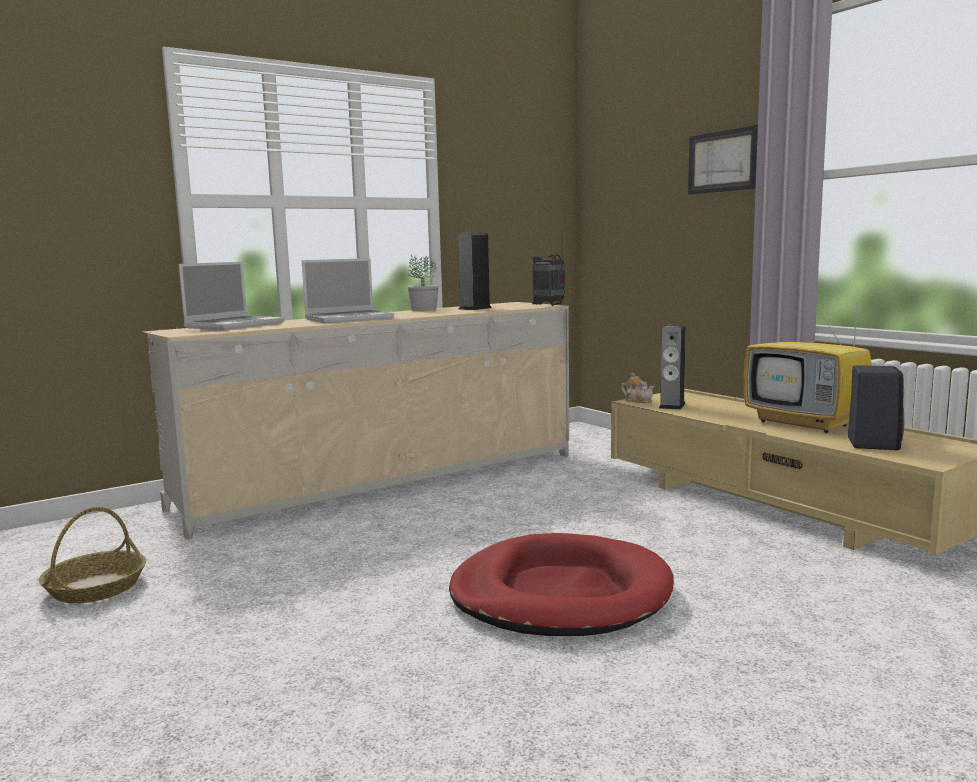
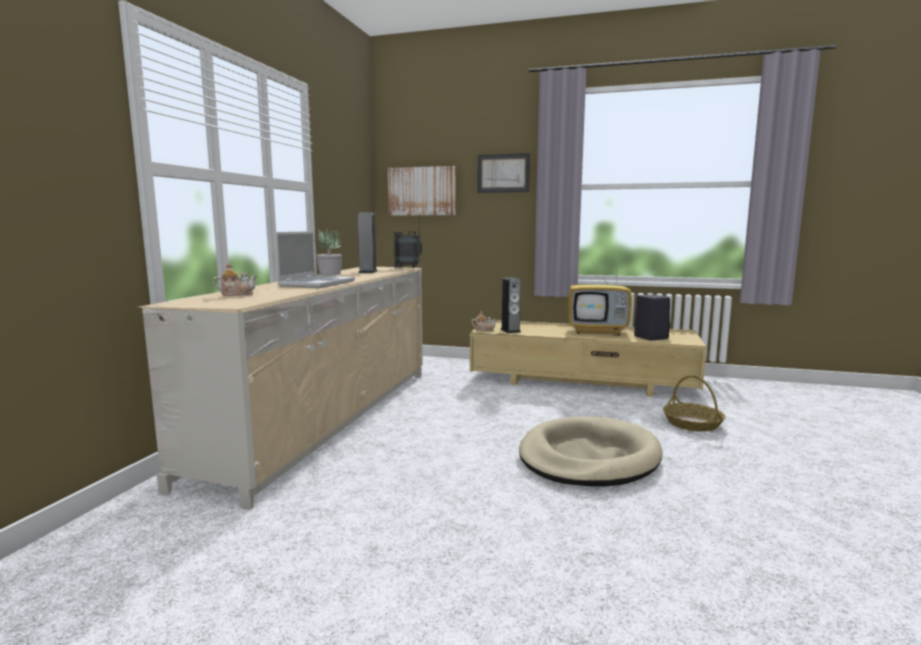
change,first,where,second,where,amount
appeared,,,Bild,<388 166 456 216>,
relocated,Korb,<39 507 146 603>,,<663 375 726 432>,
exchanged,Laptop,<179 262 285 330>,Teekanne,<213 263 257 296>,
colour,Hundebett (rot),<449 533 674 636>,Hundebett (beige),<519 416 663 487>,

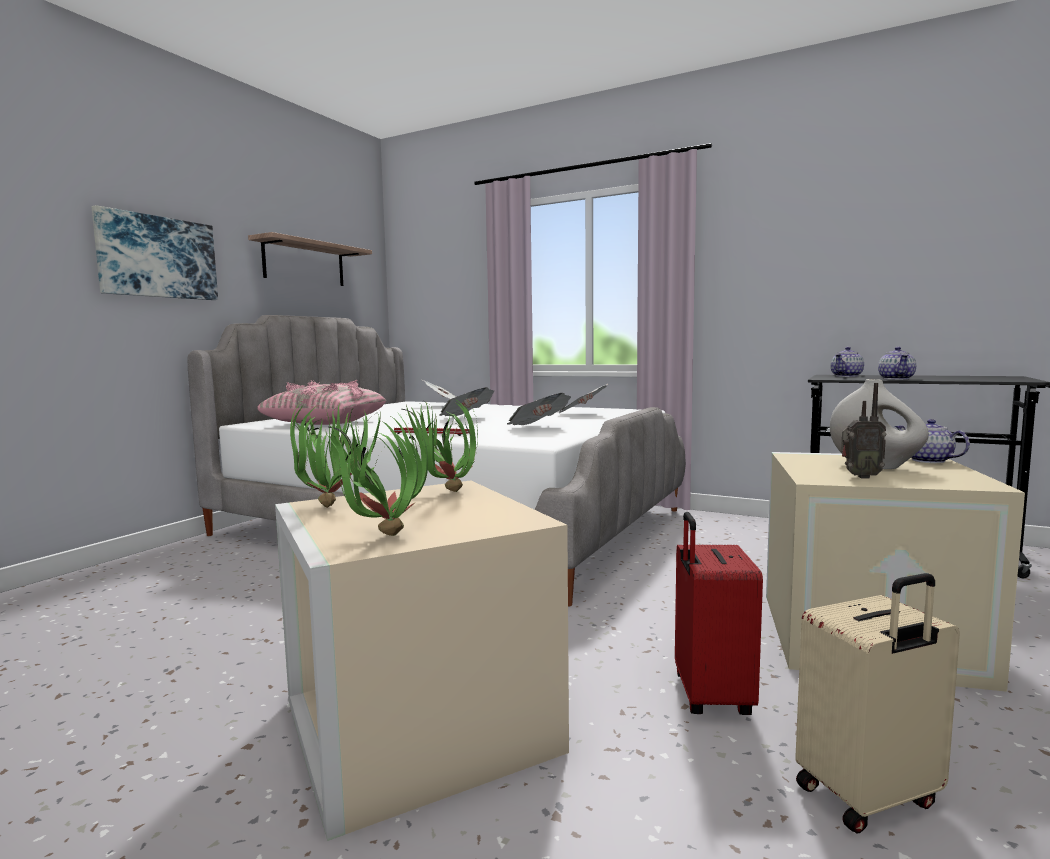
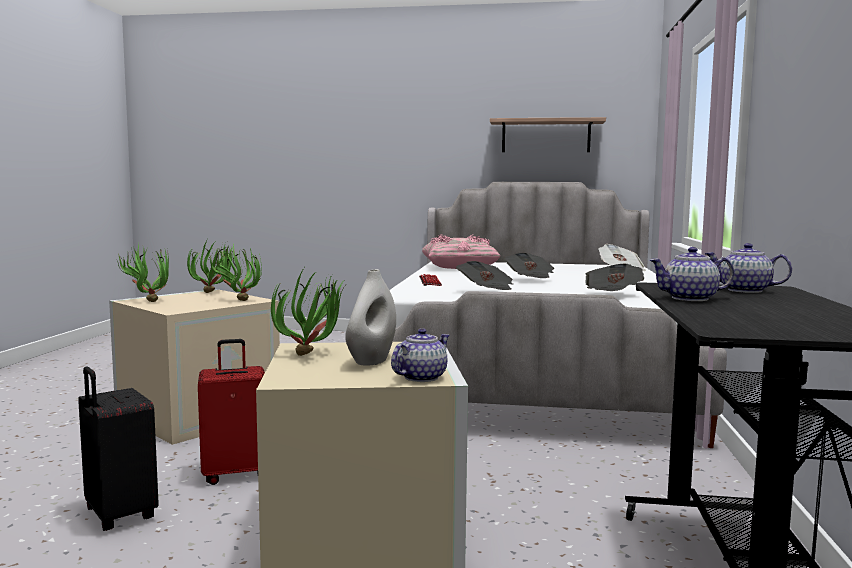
change,first,where,second,where,amount
missing,Bild,<92 205 218 300>,,,
exchanged,Radio,<841 383 887 479>,Topfpflanze,<271 268 345 356>,
colour,Koffer (beige),<795 573 960 833>,Koffer (schwarz),<78 366 159 531>,

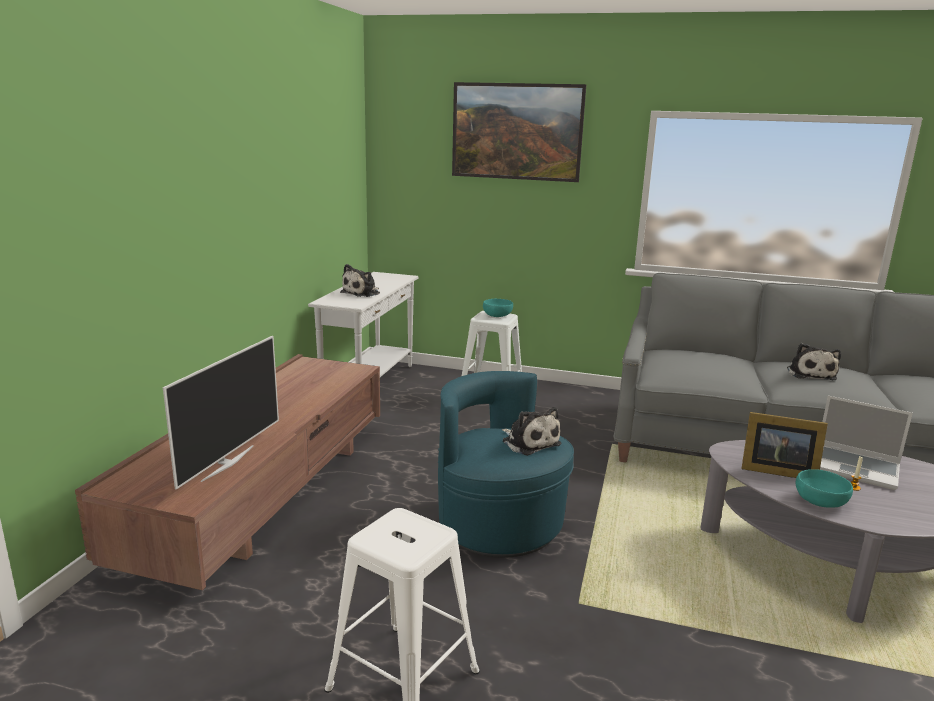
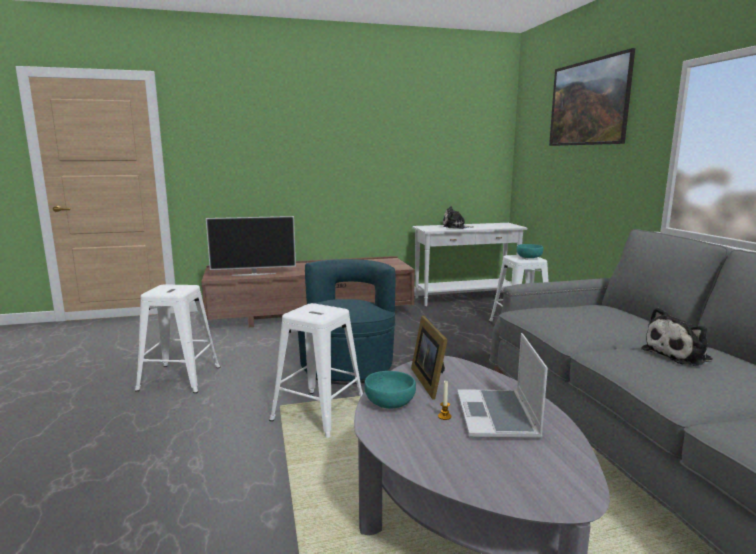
change,first,where,second,where,amount
missing,Plüschtier,<502 407 561 456>,,,
appeared,,,Hocker (weiß),<269 303 363 438>,

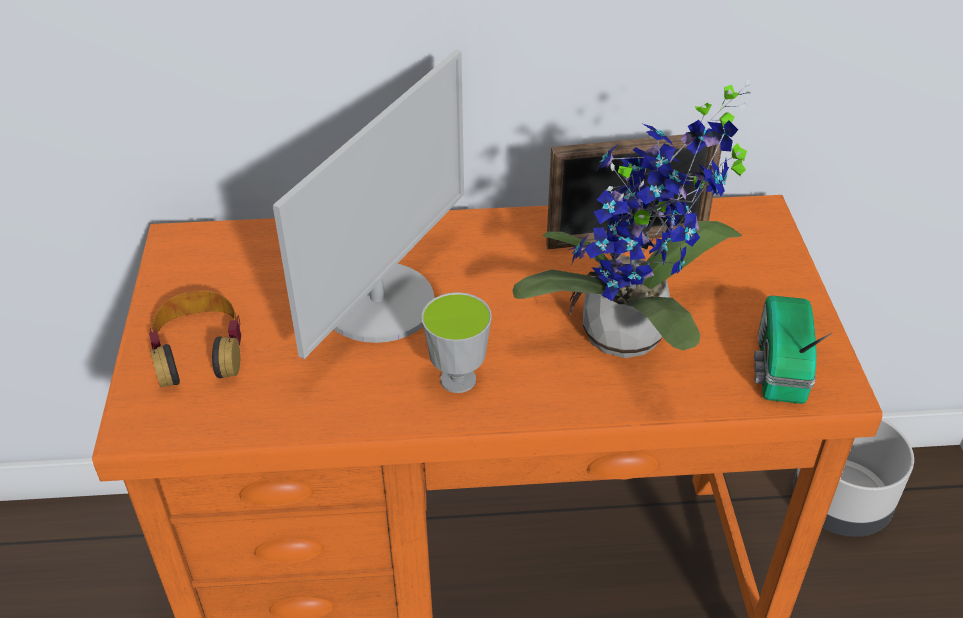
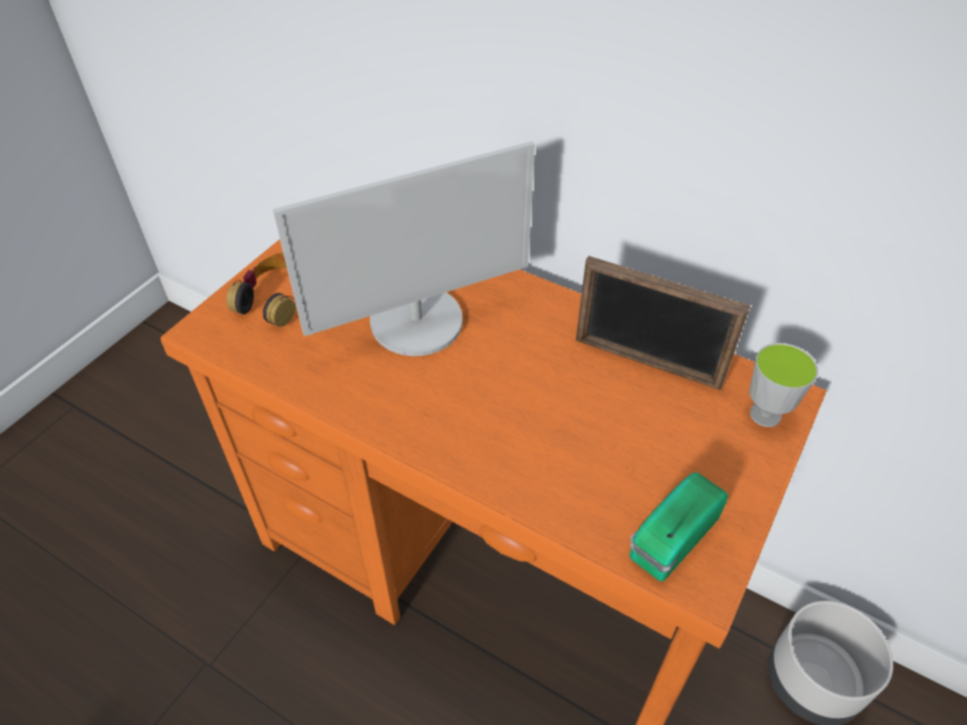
change,first,where,second,where,amount
missing,Topfpflanze,<512 79 752 358>,,,
relocated,Tasse,<421 292 492 393>,,<749 343 818 427>,

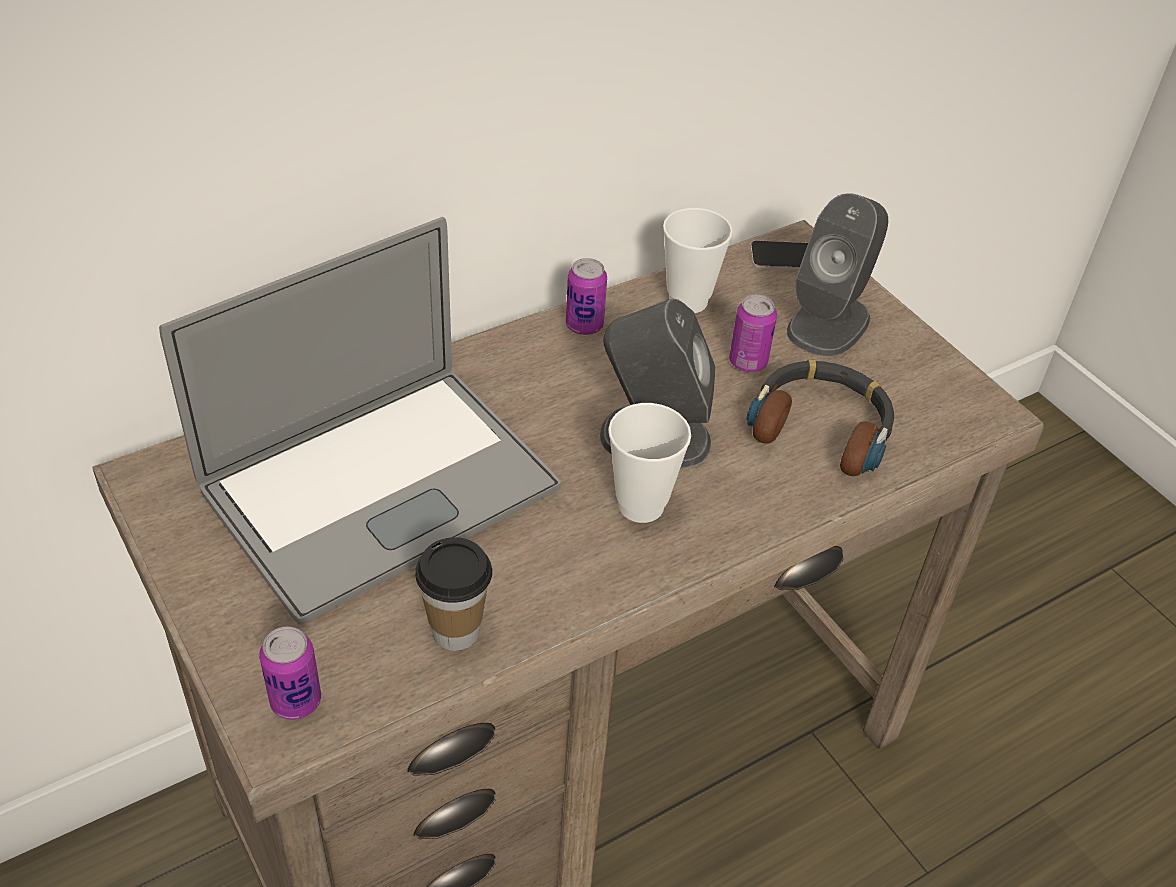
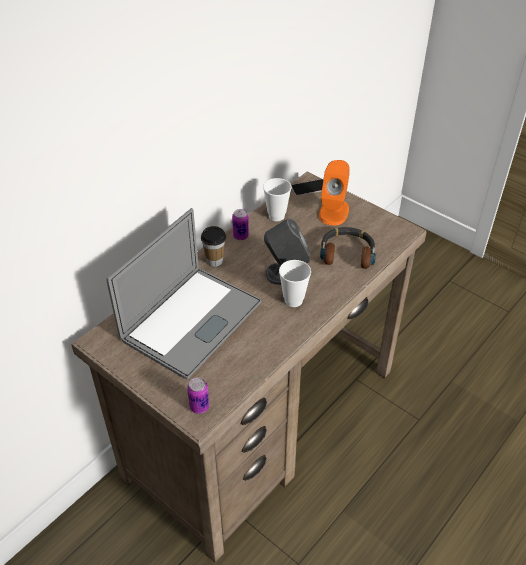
change,first,where,second,where,amount
missing,Dose,<729 295 777 372>,,,
relocated,Tasse,<415 537 492 651>,,<201 226 226 267>,
colour,Lautsprecher (grau),<787 193 888 357>,Lautsprecher (orange),<319 160 350 225>,

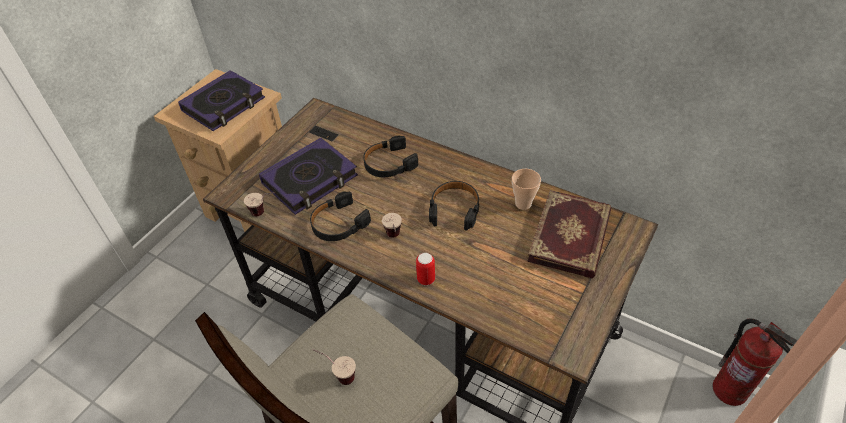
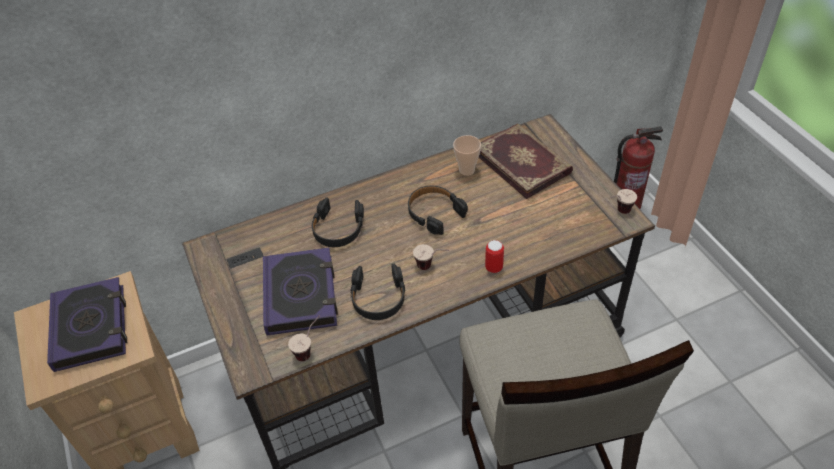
change,first,where,second,where,amount
relocated,Tasse,<313 349 356 385>,,<610 189 637 214>,

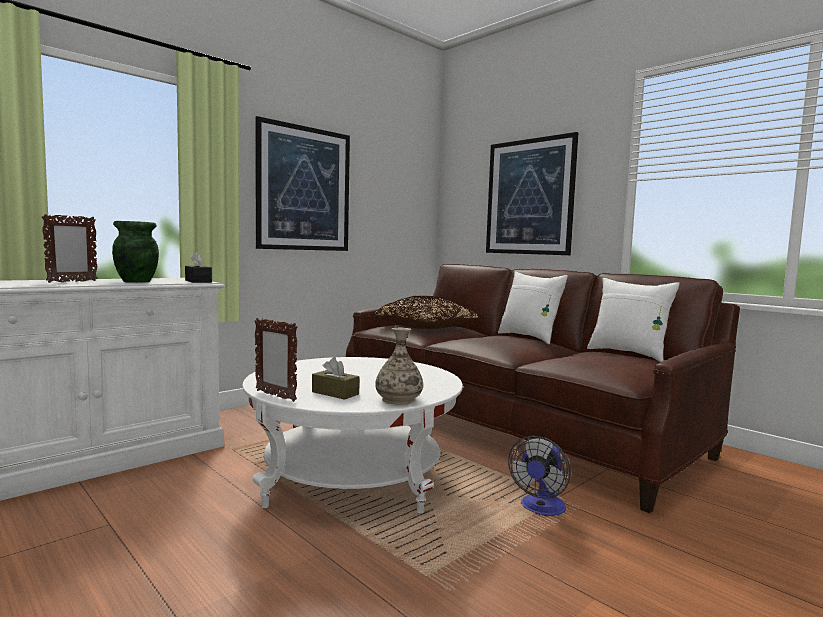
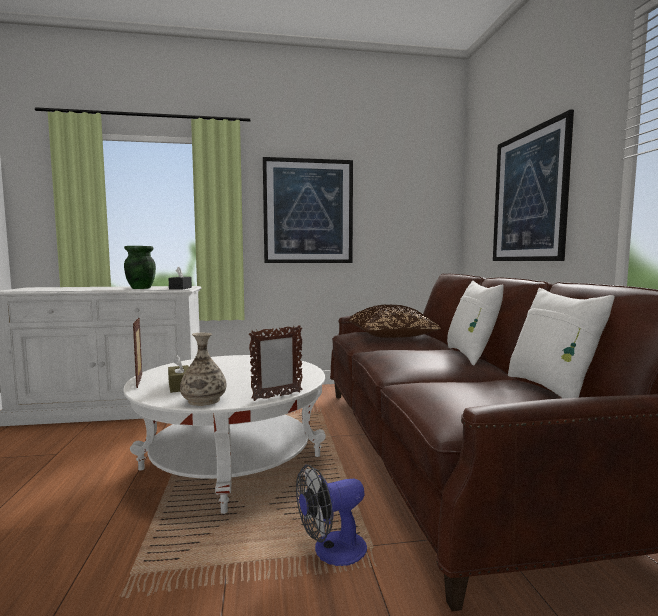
change,first,where,second,where,amount
relocated,Bilderrahmen,<42 214 98 283>,,<249 325 302 401>,

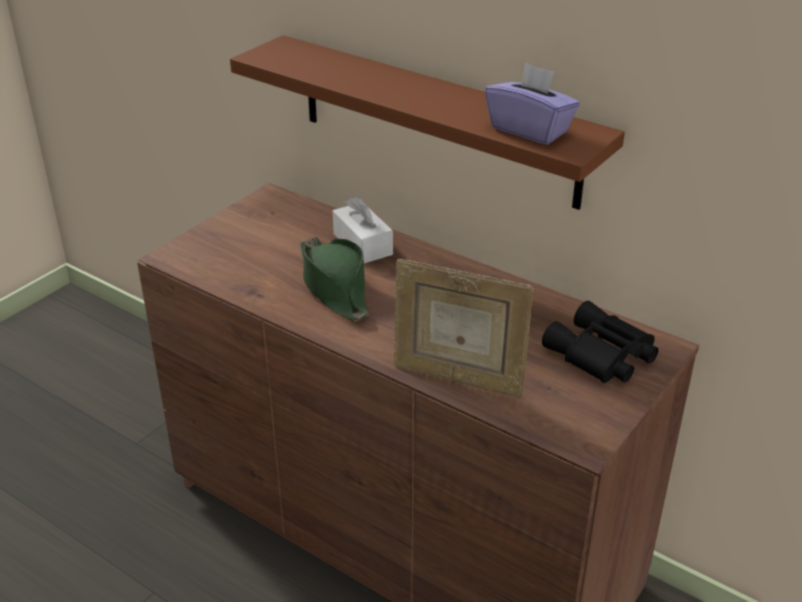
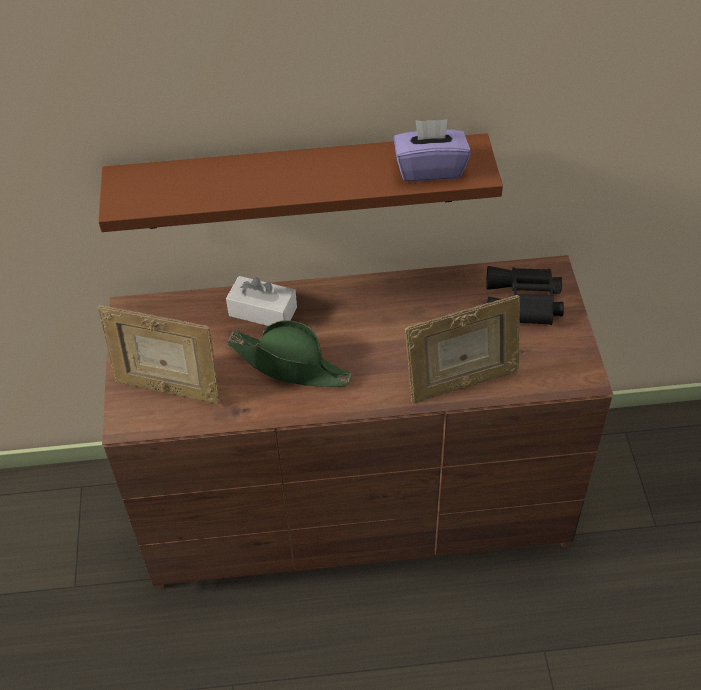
change,first,where,second,where,amount
appeared,,,Bilderrahmen,<98 305 220 404>,

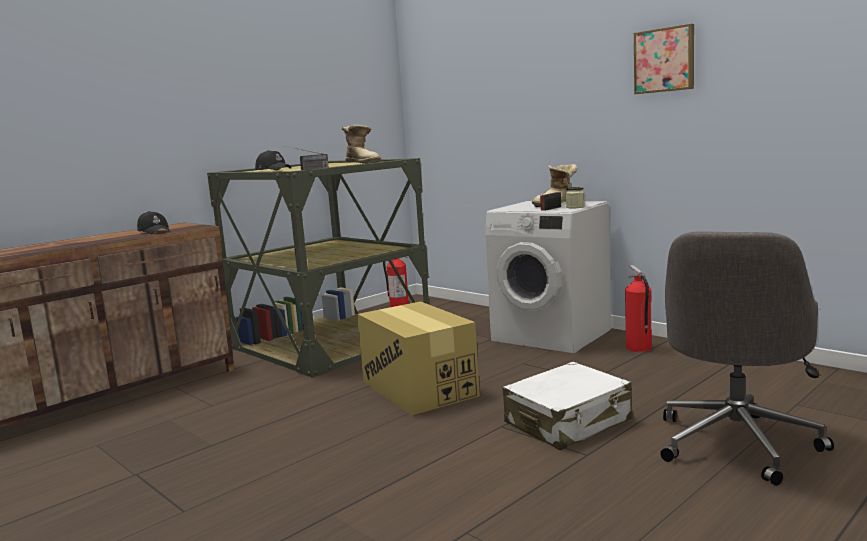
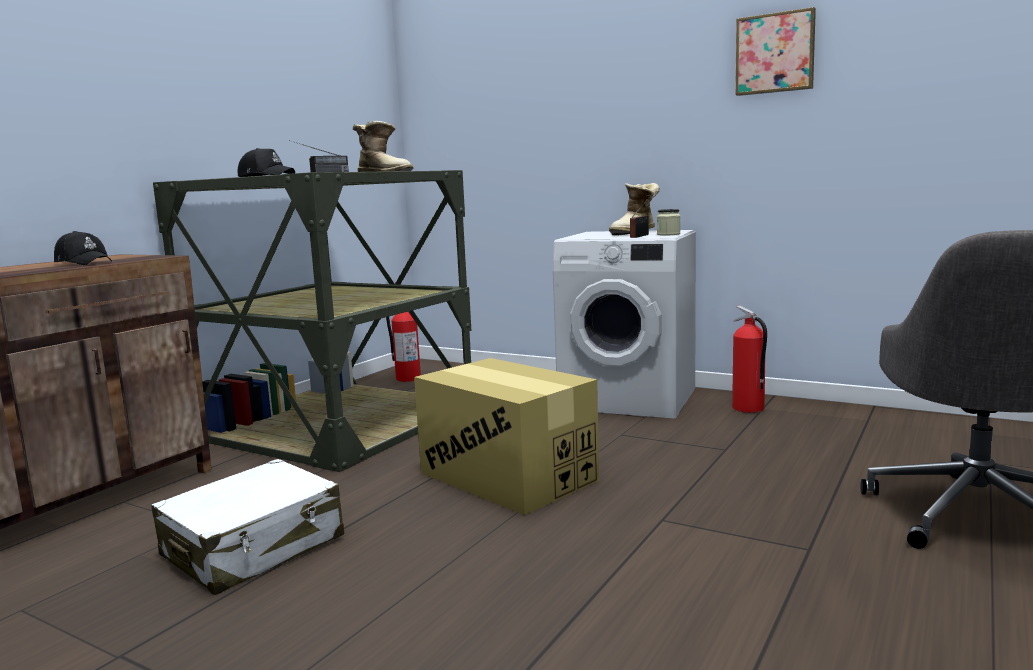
change,first,where,second,where,amount
relocated,Koffer (weiß),<503 362 633 450>,,<151 459 344 595>,

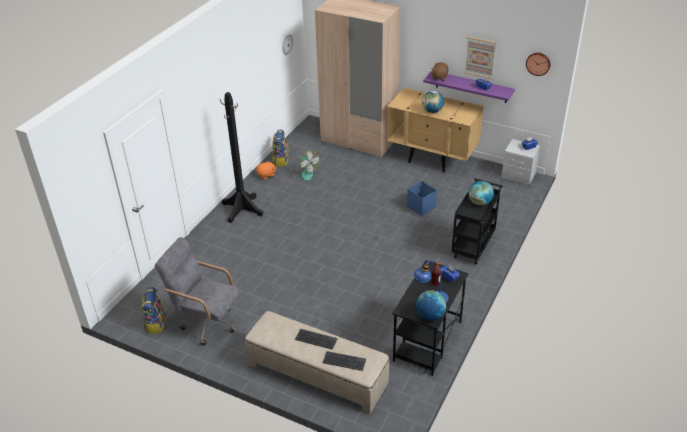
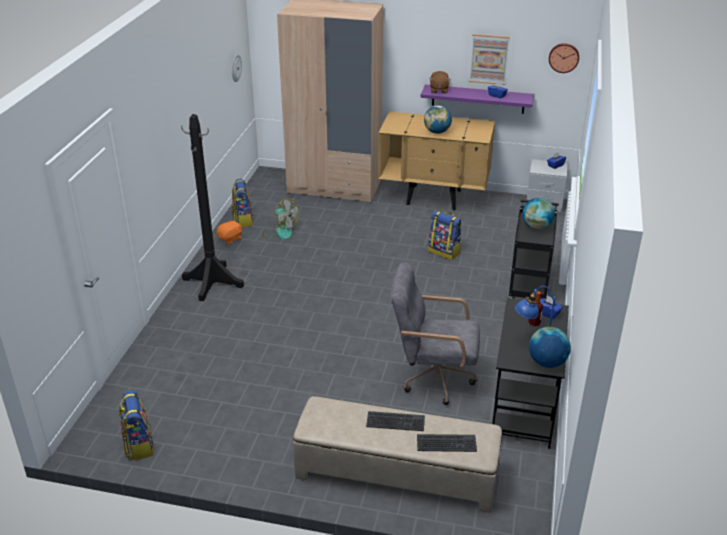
change,first,where,second,where,amount
relocated,Bürostuhl (grau),<155 237 239 345>,,<391 263 480 405>,
exchanged,Aufbewahrungsbox (blau),<407 181 437 216>,Rucksack,<428 210 462 260>,

